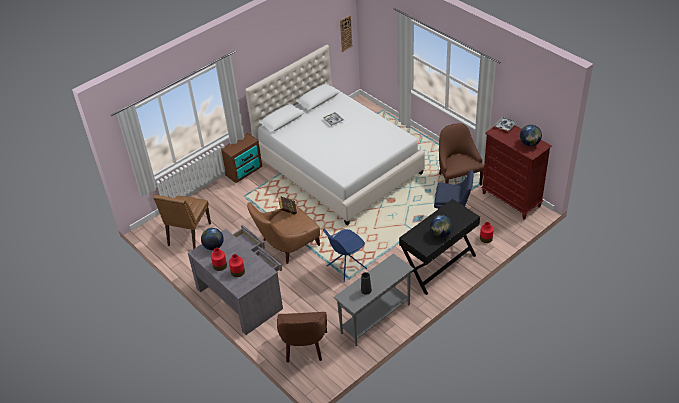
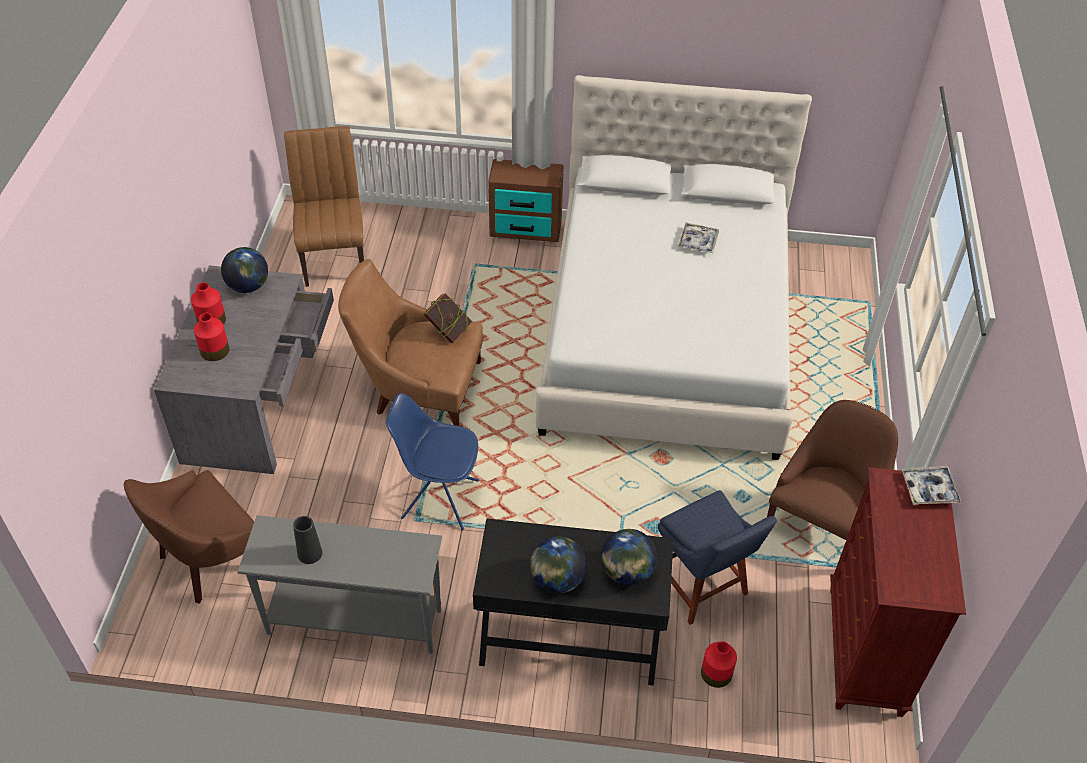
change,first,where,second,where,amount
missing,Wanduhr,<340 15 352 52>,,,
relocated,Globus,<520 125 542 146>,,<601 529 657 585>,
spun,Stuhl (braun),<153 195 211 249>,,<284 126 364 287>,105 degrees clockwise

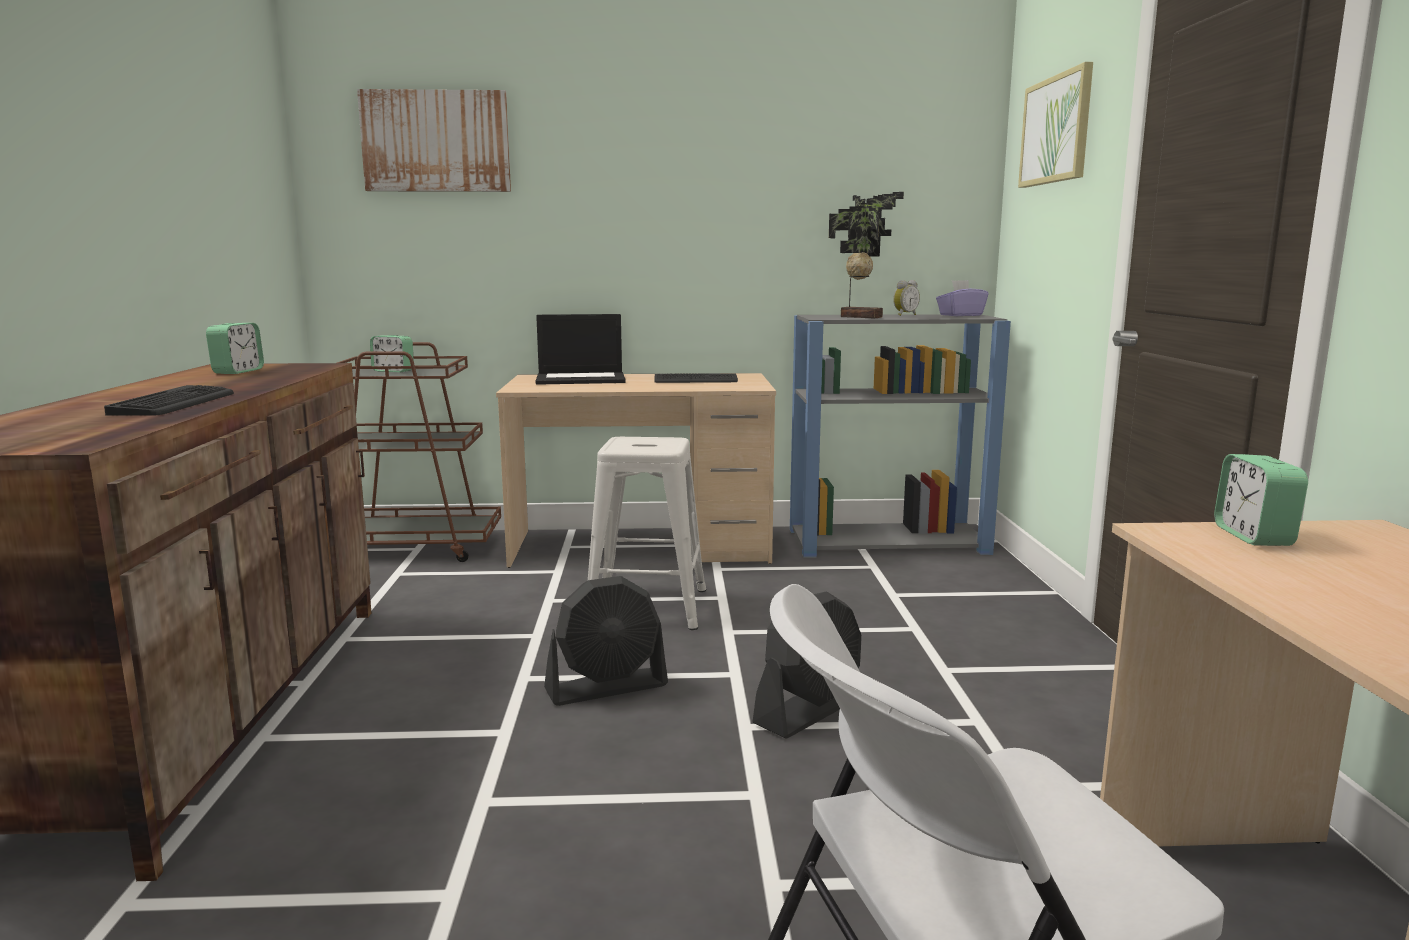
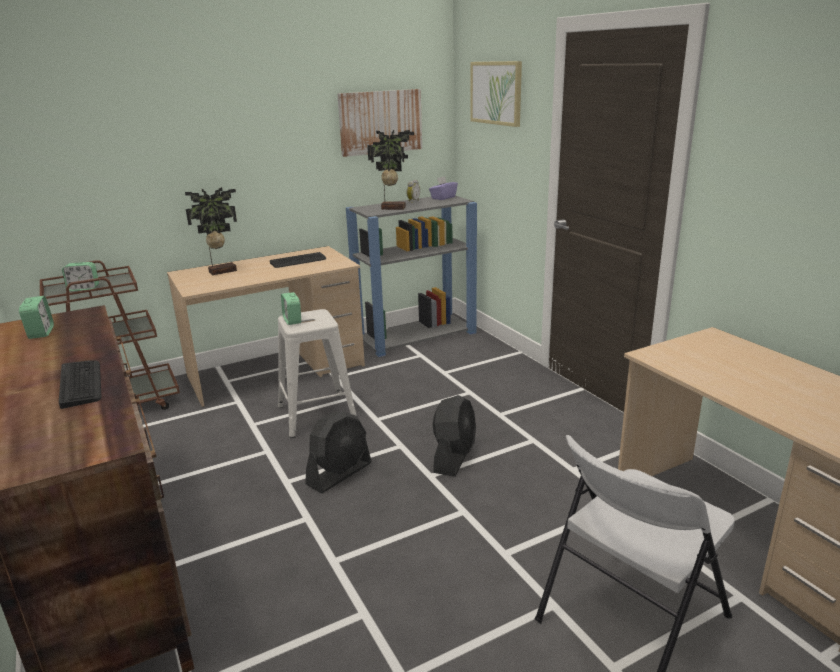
change,first,where,second,where,amount
relocated,Bild,<357 89 511 192>,,<337 89 422 157>,
relocated,Wecker,<1214 454 1308 546>,,<281 292 301 325>,
exchanged,Laptop,<535 314 626 385>,Topfpflanze,<185 187 237 275>,

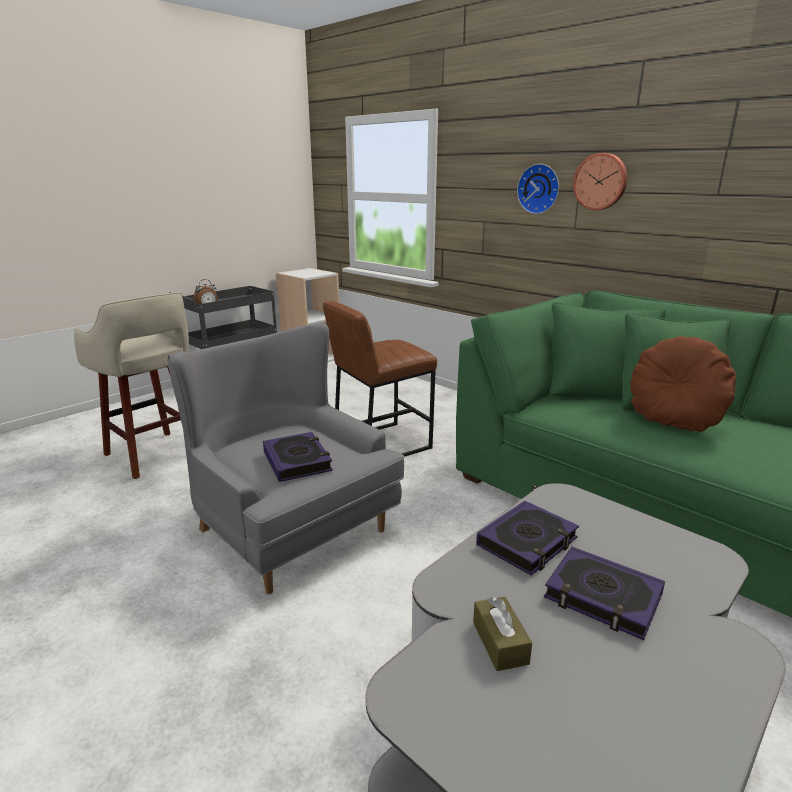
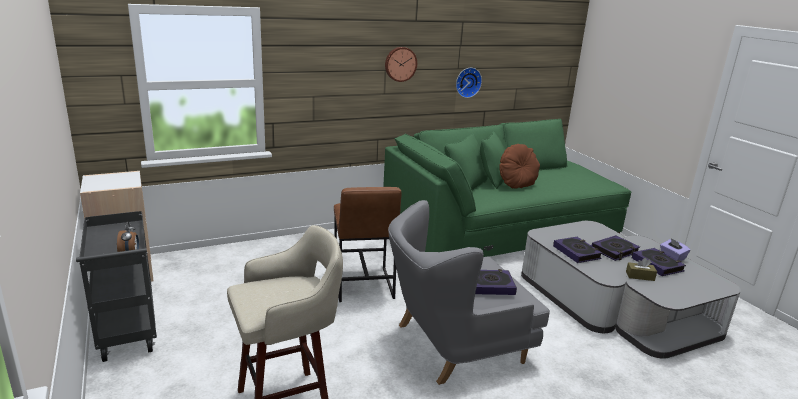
change,first,where,second,where,amount
appeared,,,Buch,<632 248 686 276>,
appeared,,,Taschentuchbox (lila),<660 238 690 261>,
relocated,Wanduhr,<517 164 559 214>,,<456 68 482 98>,

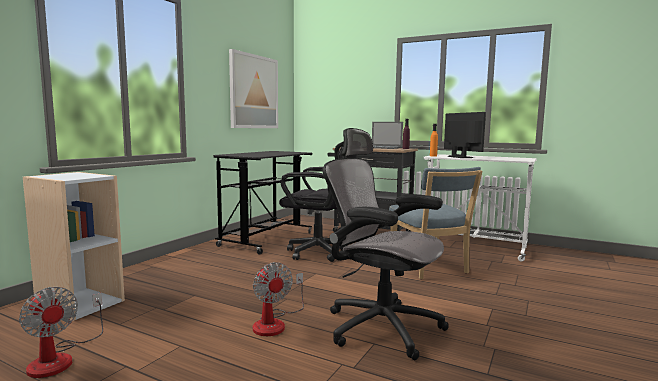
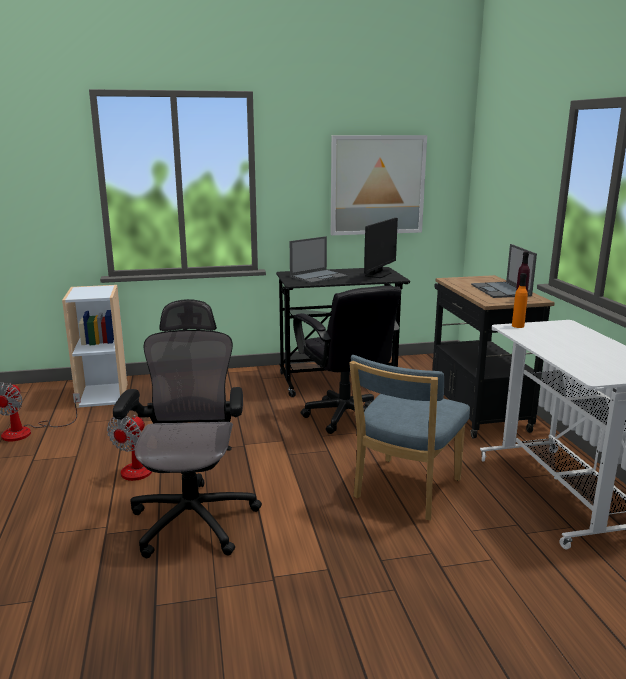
change,first,where,second,where,amount
appeared,,,Laptop,<290 236 348 284>,
relocated,Monitor,<444 112 486 158>,,<364 218 398 278>,

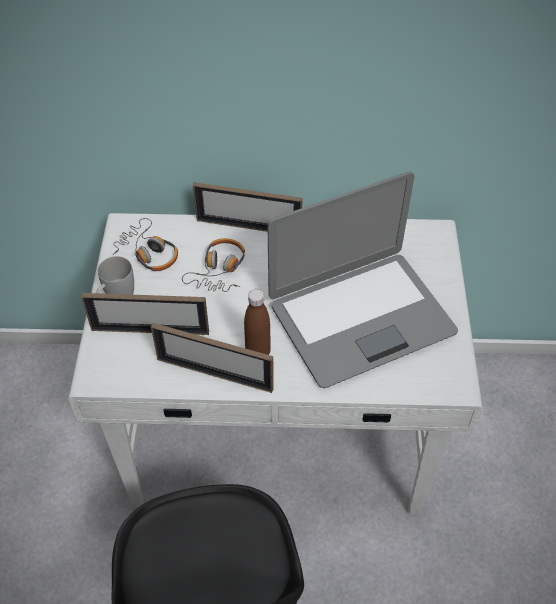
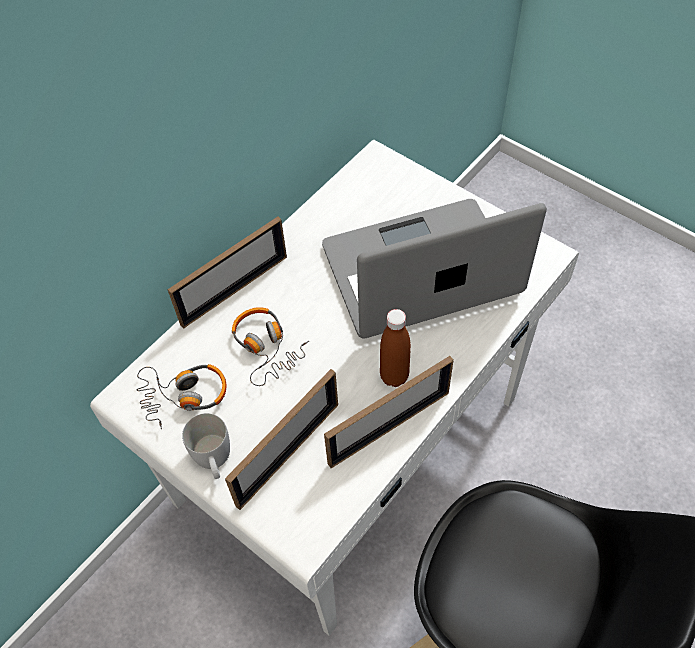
change,first,where,second,where,amount
spun,Laptop,<267 172 458 388>,,<322 199 547 339>,120 degrees counterclockwise

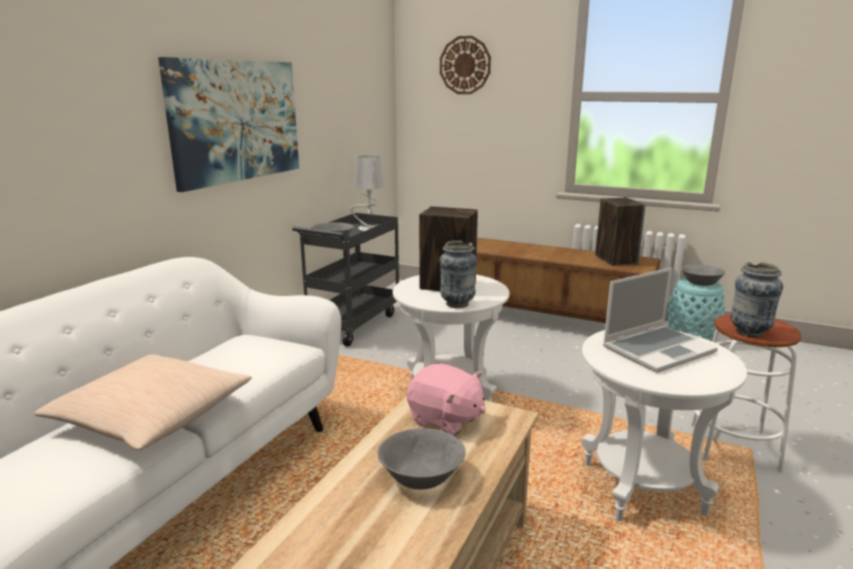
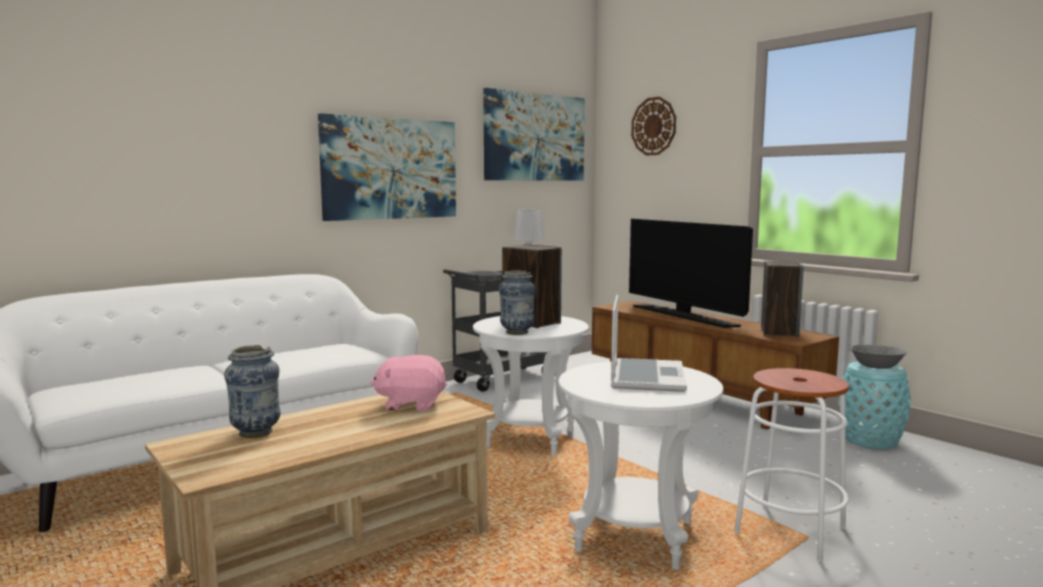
change,first,where,second,where,amount
missing,Kissen (beige),<34 354 252 450>,,,
missing,Schüssel (grau),<377 428 466 490>,,,
appeared,,,Bild,<483 88 585 181>,
appeared,,,Fernseher,<629 219 753 328>,
relocated,Vase,<730 262 783 338>,,<224 345 280 438>,
spun,Plüschtier (rosa),<407 364 486 436>,,<370 355 447 411>,120 degrees clockwise
spun,Laptop,<603 268 718 373>,,<611 295 687 392>,75 degrees counterclockwise

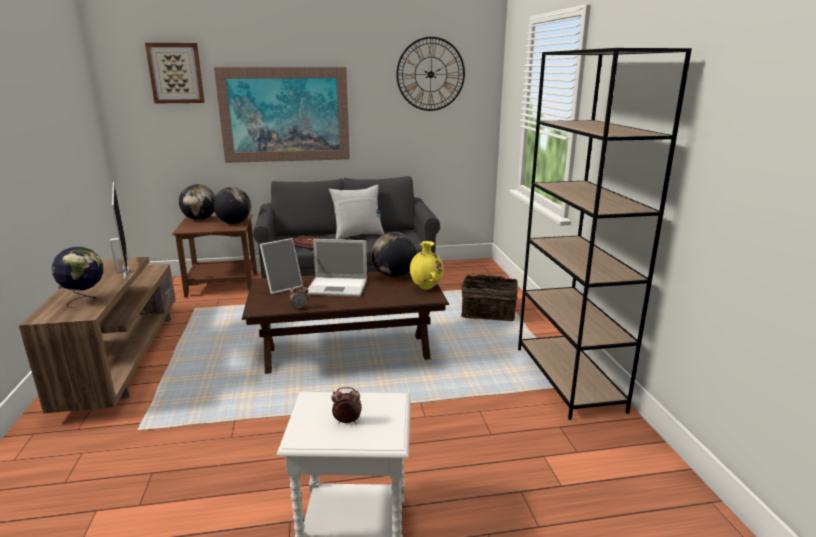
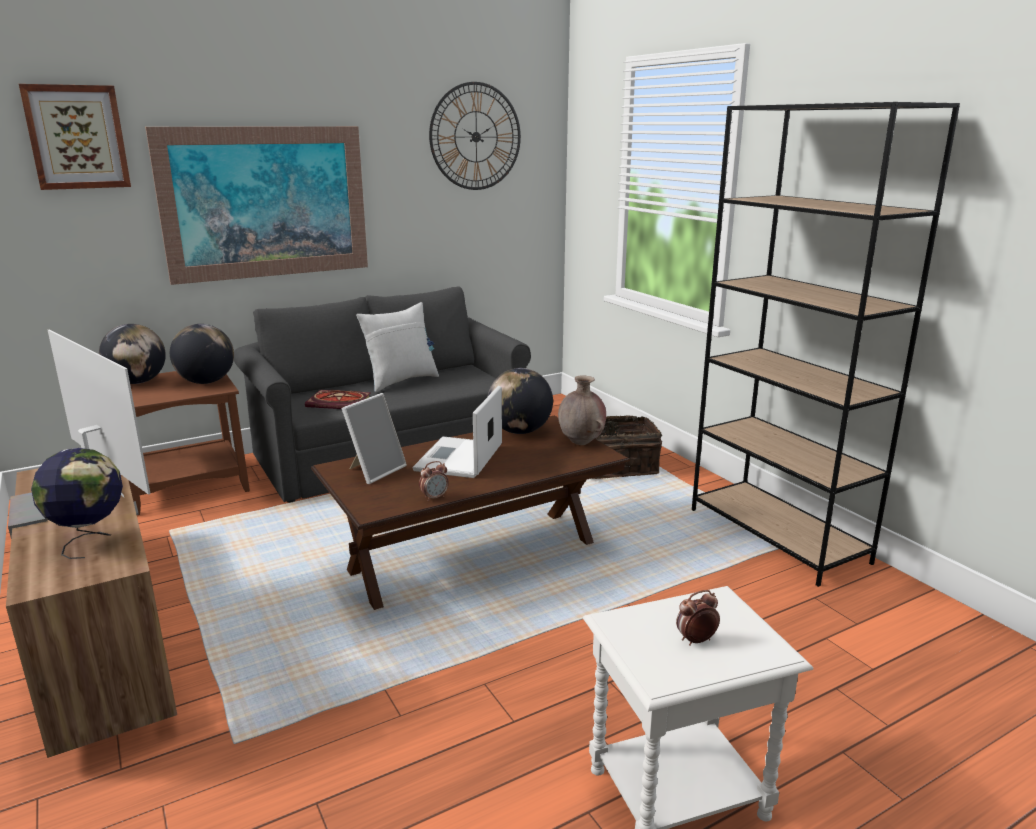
change,first,where,second,where,amount
colour,Vase (gelb),<410 241 443 290>,Vase (braun),<558 376 606 445>,
spun,Laptop,<307 239 367 297>,,<413 386 502 478>,120 degrees clockwise

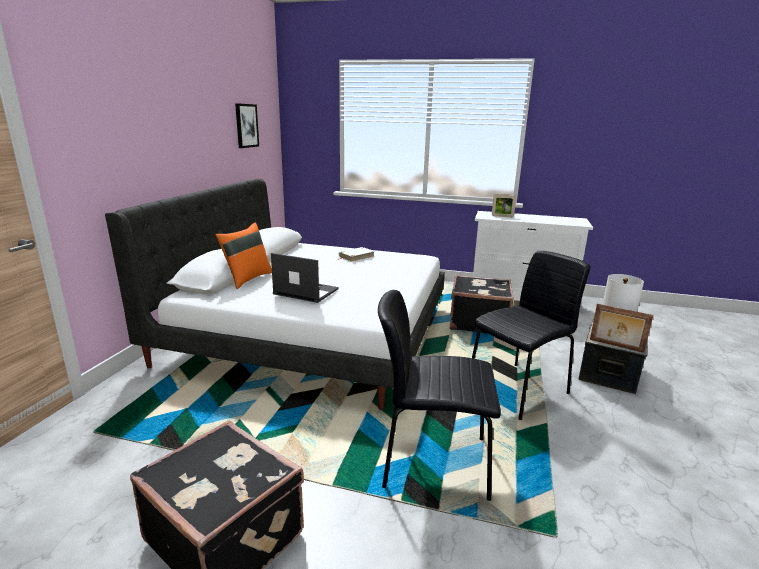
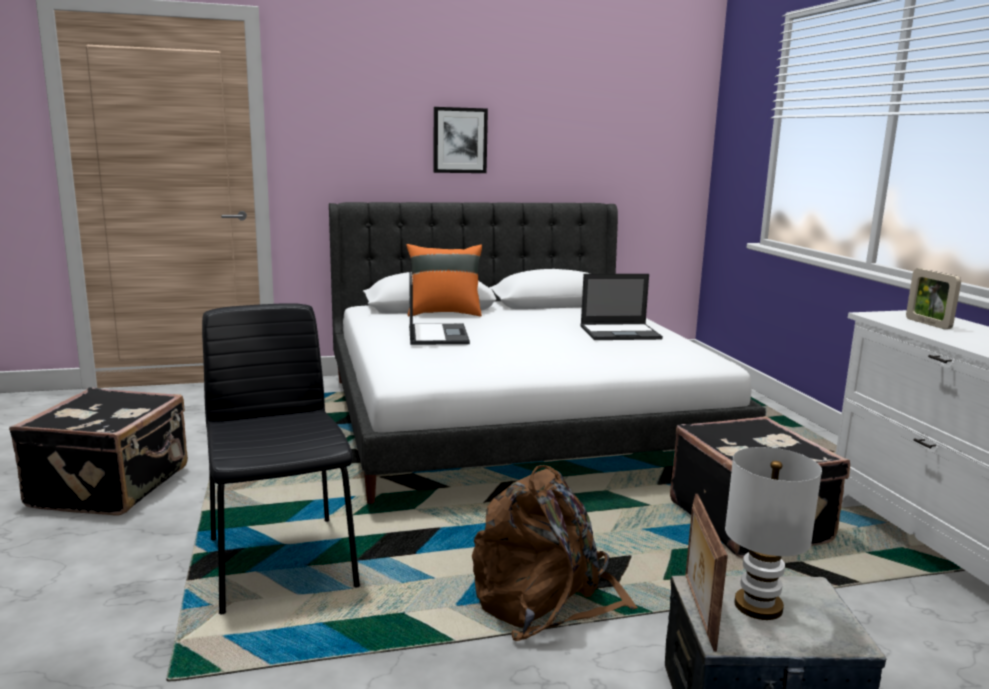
change,first,where,second,where,amount
relocated,Bild,<235 103 259 148>,,<433 107 488 173>,
exchanged,Buch (weiß),<338 247 375 262>,Laptop,<580 274 663 340>,
exchanged,Stuhl (schwarz),<472 251 591 420>,Rucksack (braun),<472 465 638 641>,

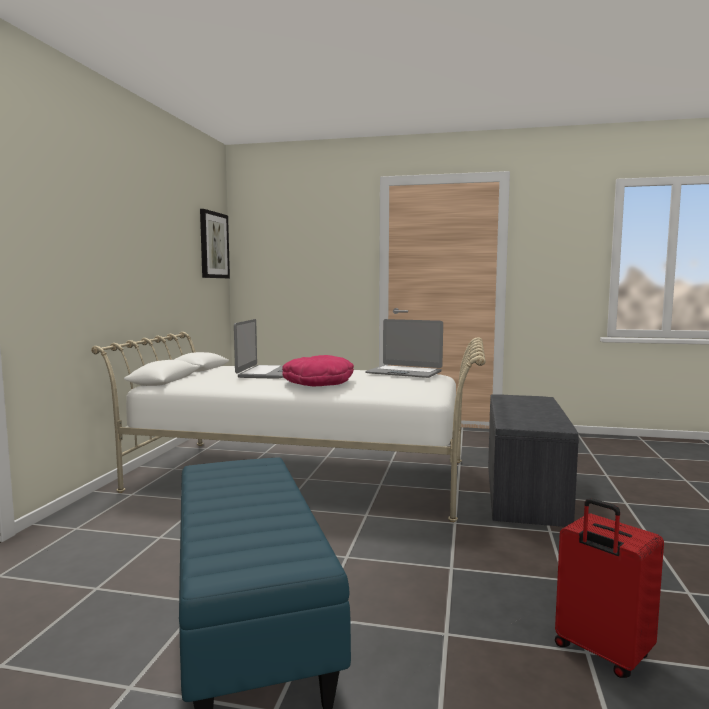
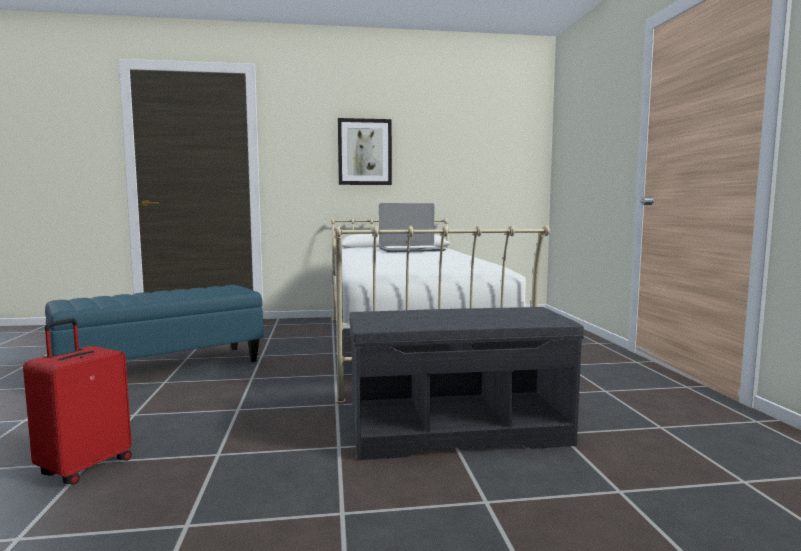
change,first,where,second,where,amount
missing,Kissen (rosa),<282 355 354 386>,,,
missing,Laptop,<365 319 443 378>,,,
relocated,Bild,<200 209 230 278>,,<338 118 392 185>,

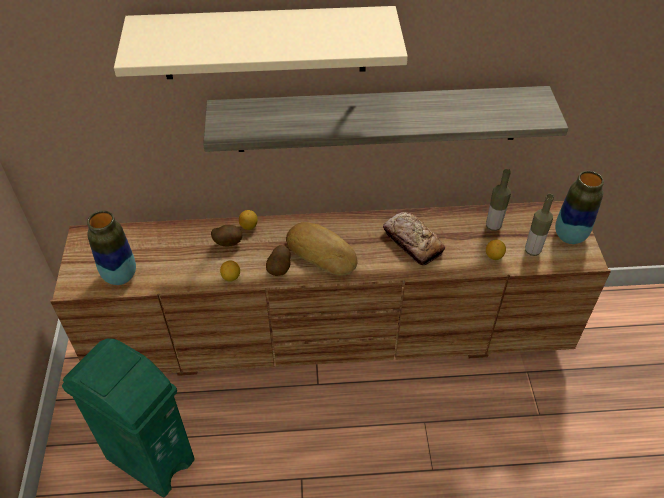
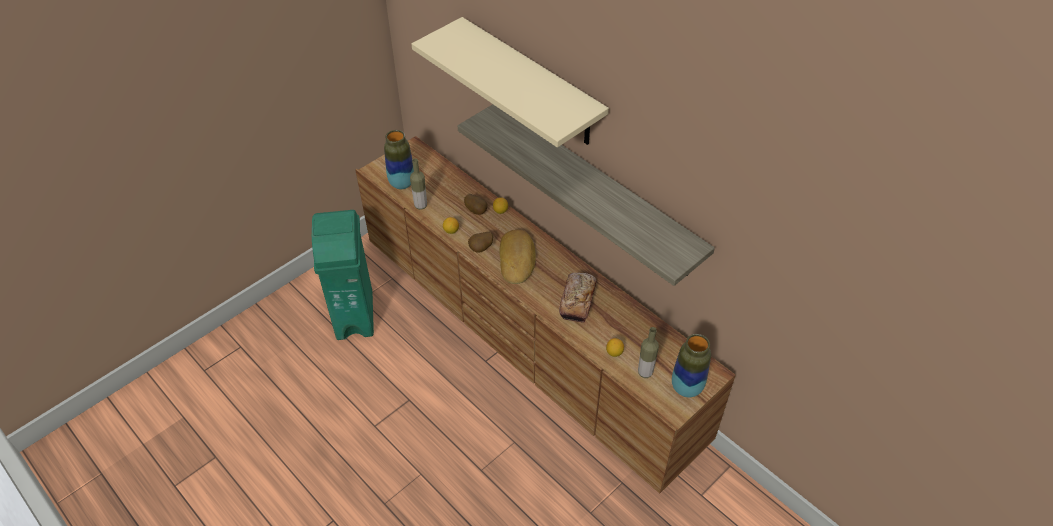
change,first,where,second,where,amount
relocated,Flasche,<486 169 511 231>,,<410 158 427 210>,

